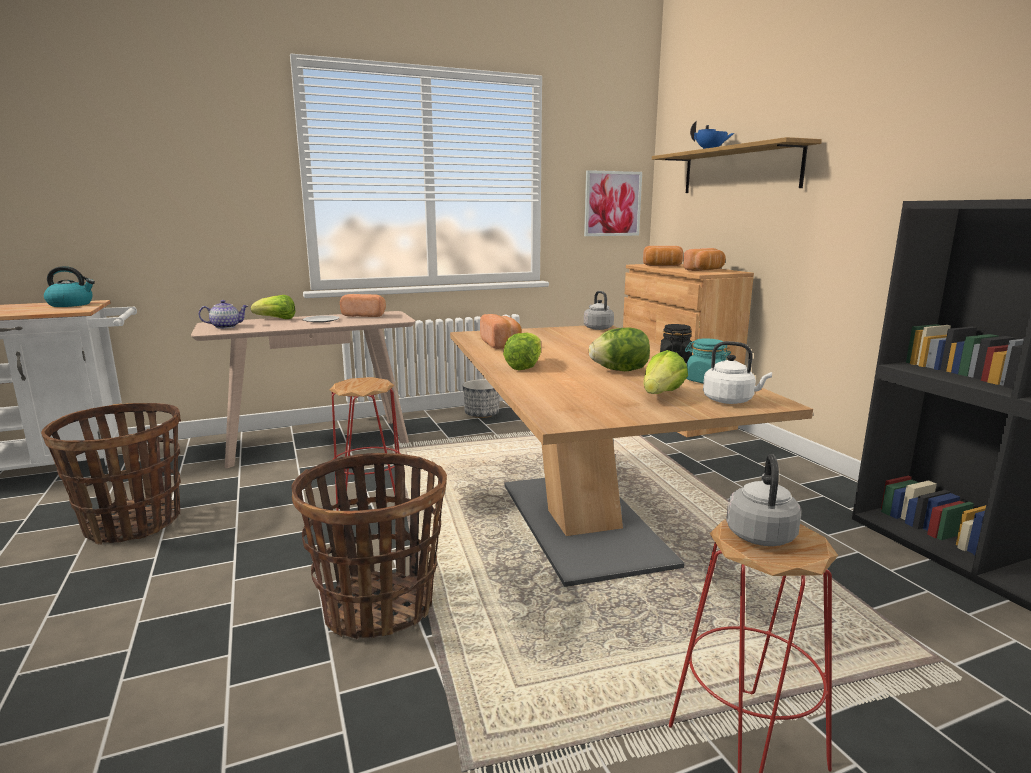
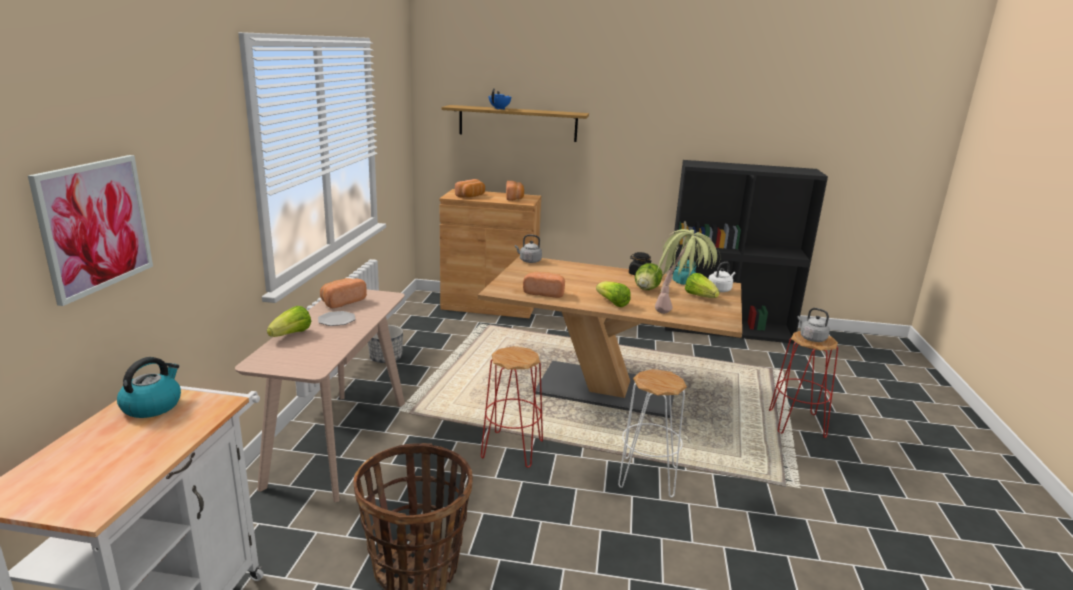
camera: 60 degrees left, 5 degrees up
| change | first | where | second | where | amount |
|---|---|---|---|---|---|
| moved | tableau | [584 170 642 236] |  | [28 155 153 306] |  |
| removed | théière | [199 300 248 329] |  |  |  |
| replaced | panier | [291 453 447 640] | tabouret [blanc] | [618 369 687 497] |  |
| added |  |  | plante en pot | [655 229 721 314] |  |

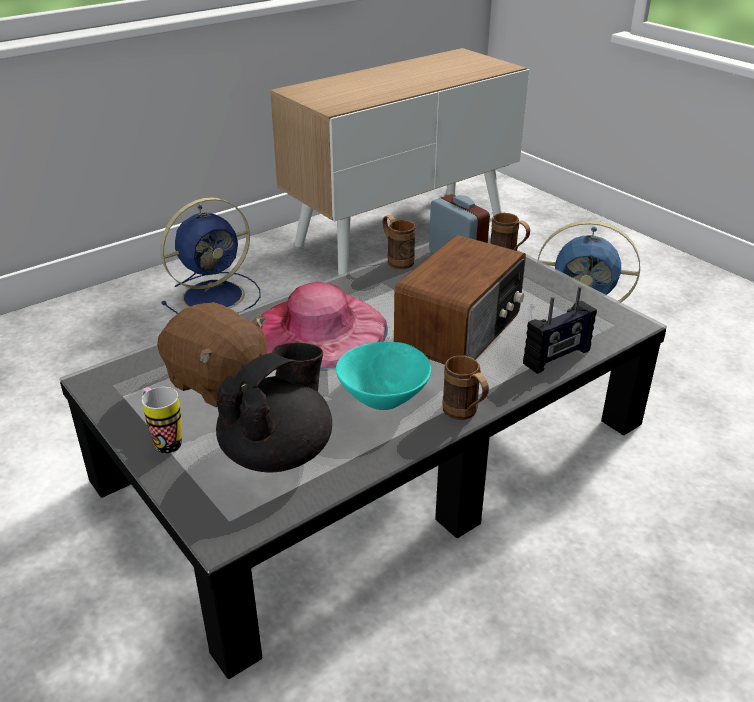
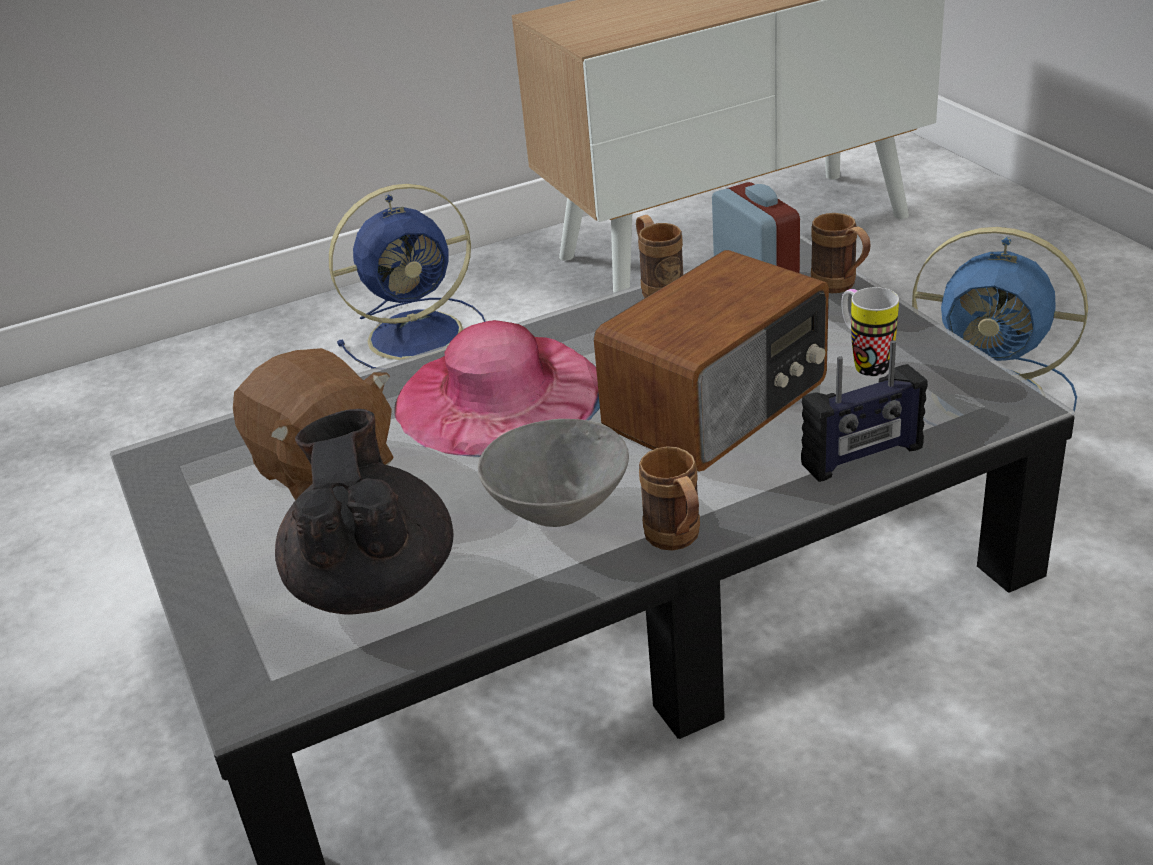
camera: 15 degrees right, 0 degrees up
| change | first | where | second | where | amount |
|---|---|---|---|---|---|
| recoloured | bol [turquoise] | [336 342 431 410] | bol [gris] | [478 419 629 527] |  |
| turned | théière [noir] | [216 343 332 473] |  | [275 409 454 615] | 60 degrees counterclockwise |
| moved | mug | [142 387 182 454] |  | [841 287 899 376] |  |

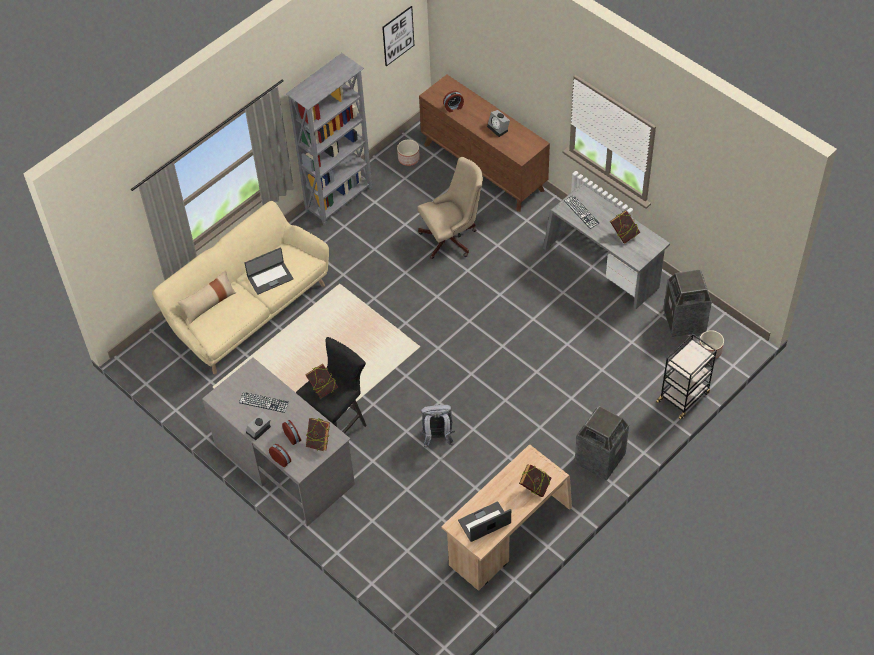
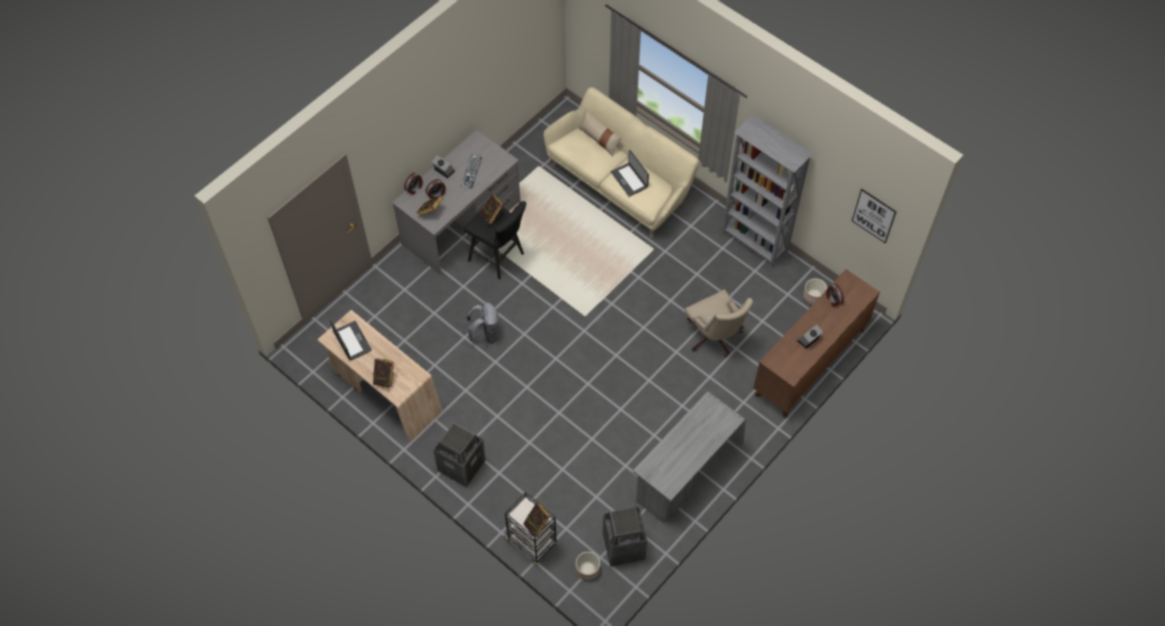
camera: 85 degrees right, 5 degrees up
| change | first | where | second | where | amount |
|---|---|---|---|---|---|
| removed | clavier | [564 195 600 229] |  |  |  |
| moved | livre | [610 210 641 243] |  | [523 503 550 537] |  |

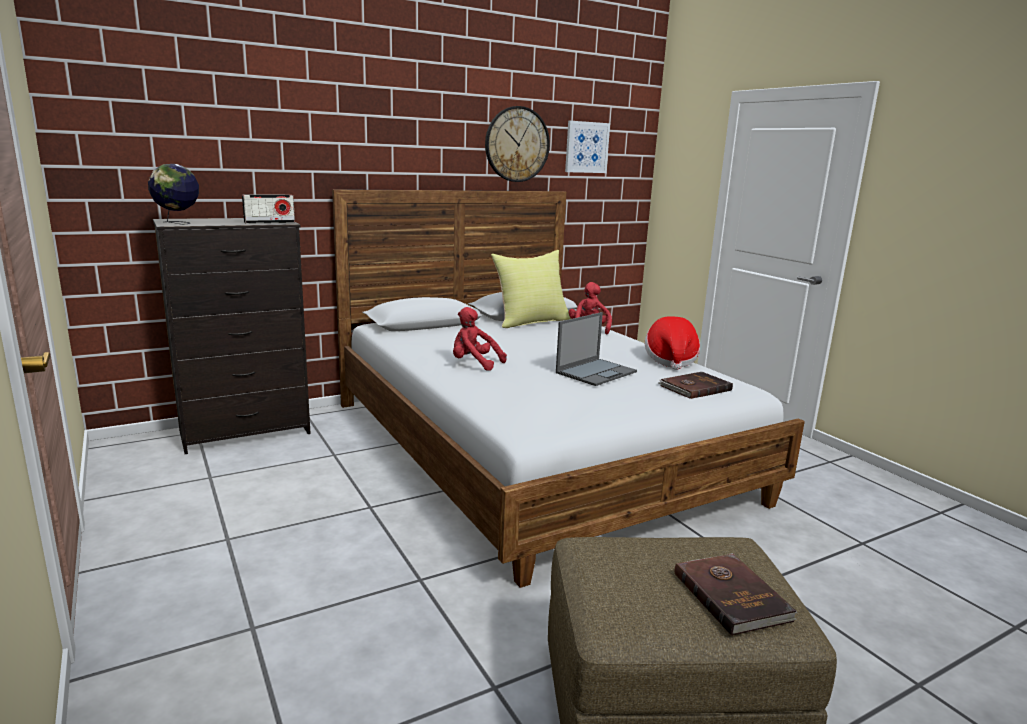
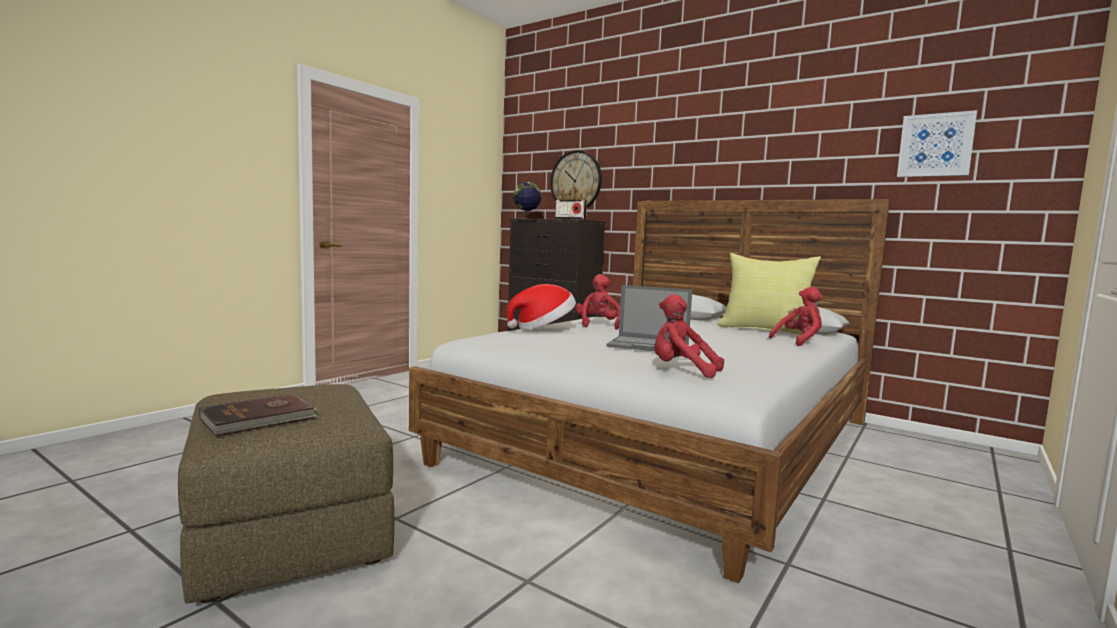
camera: 65 degrees right, 10 degrees down
| change | first | where | second | where | amount |
|---|---|---|---|---|---|
| moved | horloge murale | [485 106 550 182] |  | [550 150 602 208] |  |
| moved | chapeau | [645 316 700 370] |  | [506 284 576 330] |  |
| replaced | livre [marron] | [659 372 733 399] | peluche [rouge] | [654 294 724 378] |  |

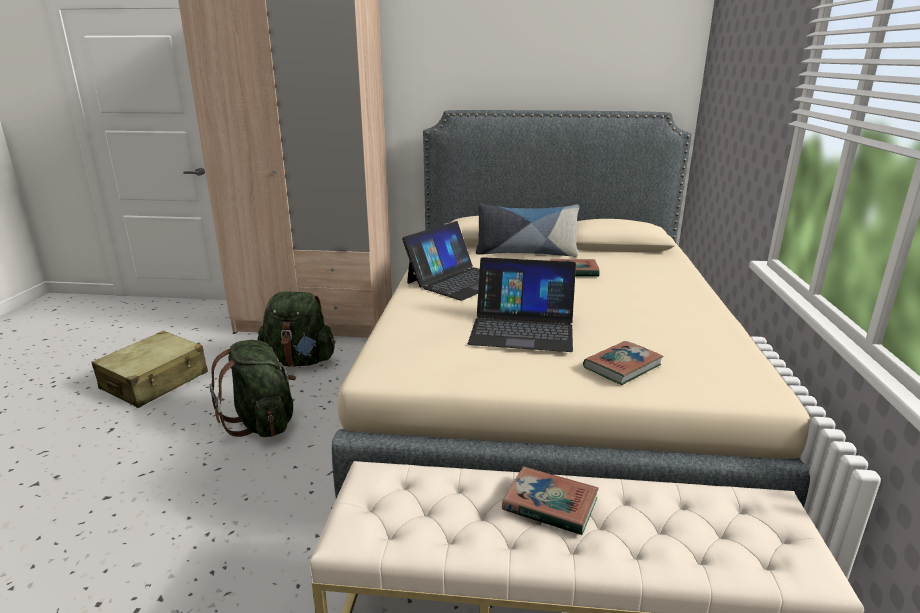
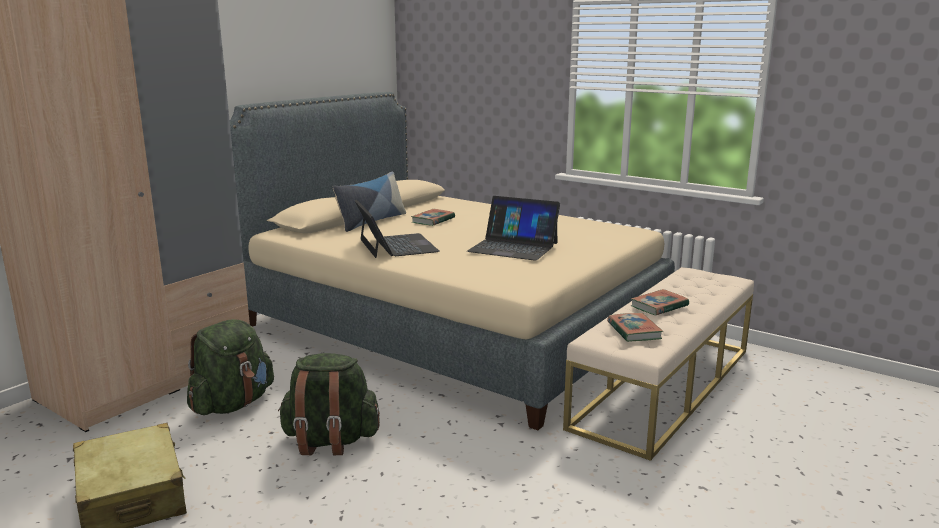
camera: 60 degrees left, 5 degrees down
| change | first | where | second | where | amount |
|---|---|---|---|---|---|
| turned | ordinateur portable | [468 257 576 352] |  | [467 196 560 261] | 75 degrees clockwise |
| moved | livre | [583 341 664 385] |  | [607 313 663 342] |  |

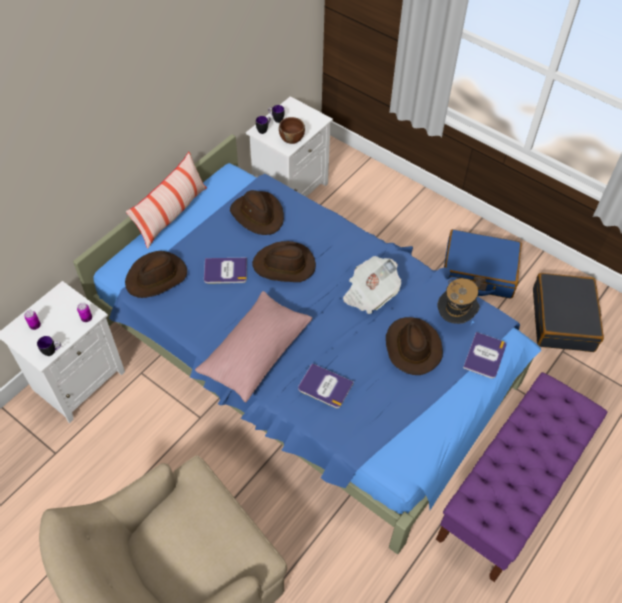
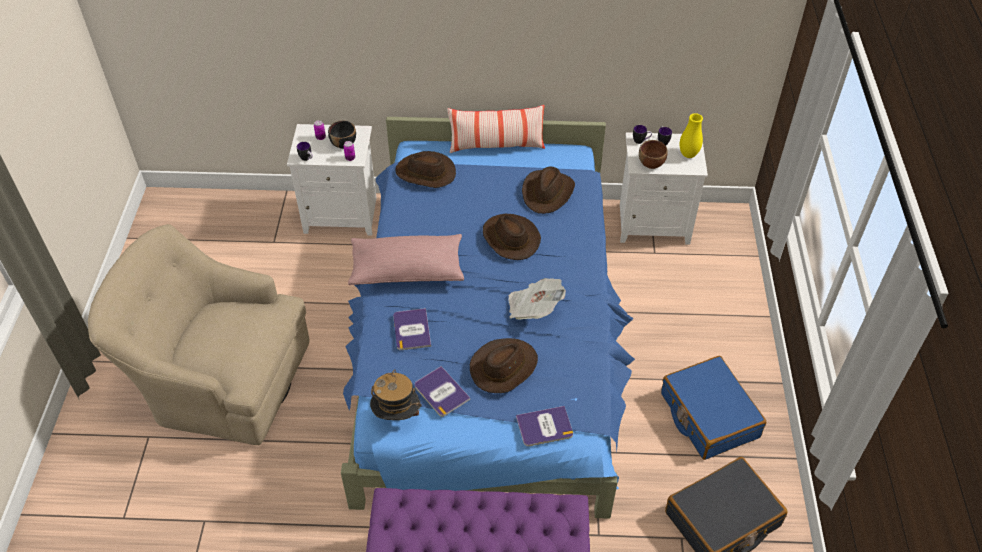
camera: 55 degrees right, 5 degrees down
| change | first | where | second | where | amount |
|---|---|---|---|---|---|
| moved | livre | [204 258 247 284] |  | [415 366 470 417] |  |
| moved | chapeau | [438 278 480 324] |  | [370 369 422 420] |  |
| added |  |  | vase [jaune] | [680 113 703 158] |  |
| added |  |  | bol [noir] | [328 121 356 149] |  |

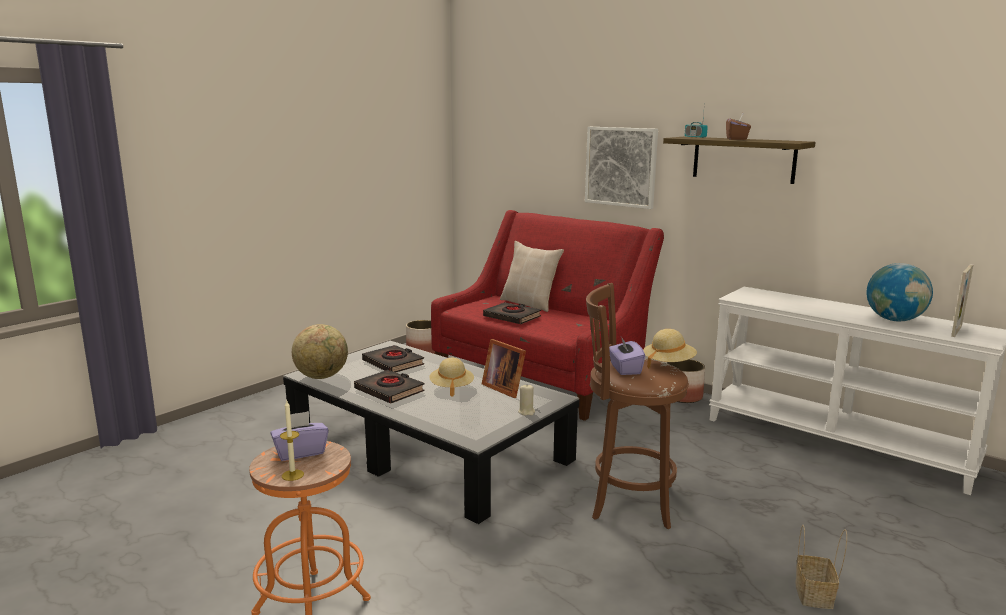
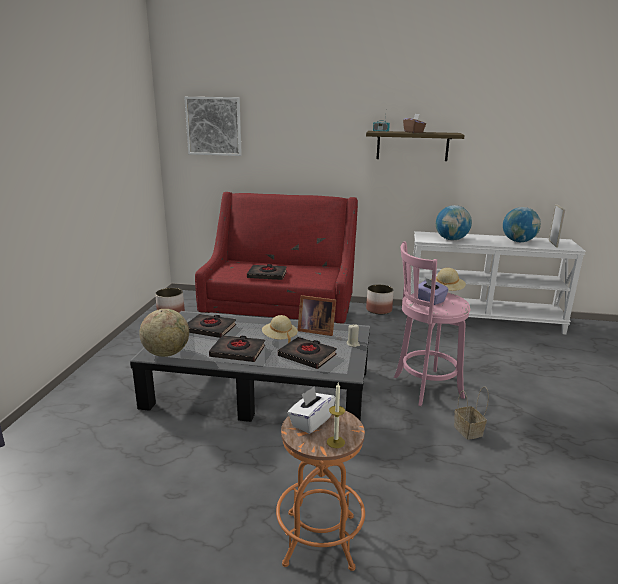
camera: 30 degrees left, 5 degrees up
| change | first | where | second | where | amount |
|---|---|---|---|---|---|
| moved | tableau | [585 127 658 209] |  | [184 97 242 156] |  |
| removed | coussin [beige] | [500 241 564 312] |  |  |  |
| recoloured | tabouret [marron] | [586 283 689 529] | tabouret [rose] | [394 241 470 406] |  |
| recoloured | boîte à mouchoirs [violet] | [270 411 329 461] | boîte à mouchoirs [blanc] | [288 386 335 434] |  |
| moved | panier | [795 525 847 609] |  | [454 386 489 440] |  |
| added |  |  | globe | [436 205 472 240] |  |
| added |  |  | livre [noir] | [278 337 337 369] |  |

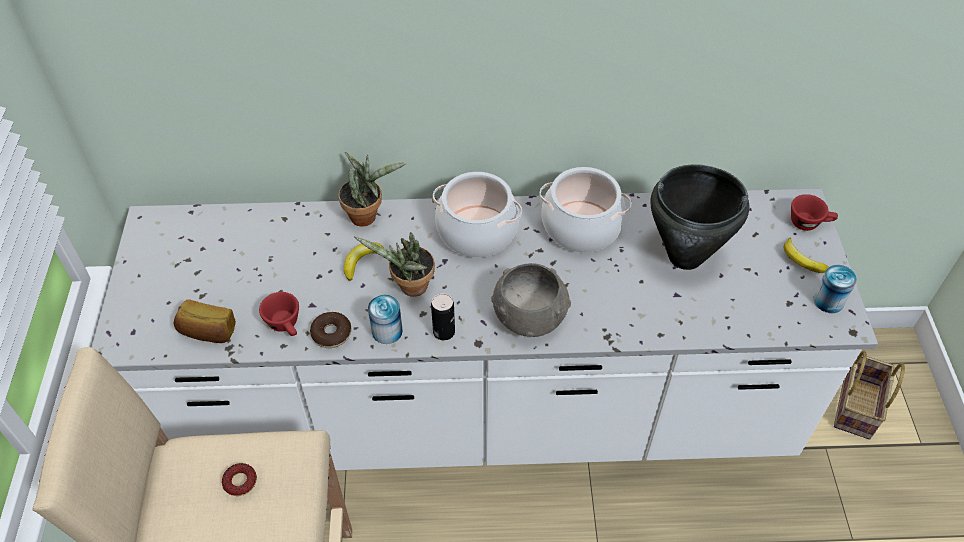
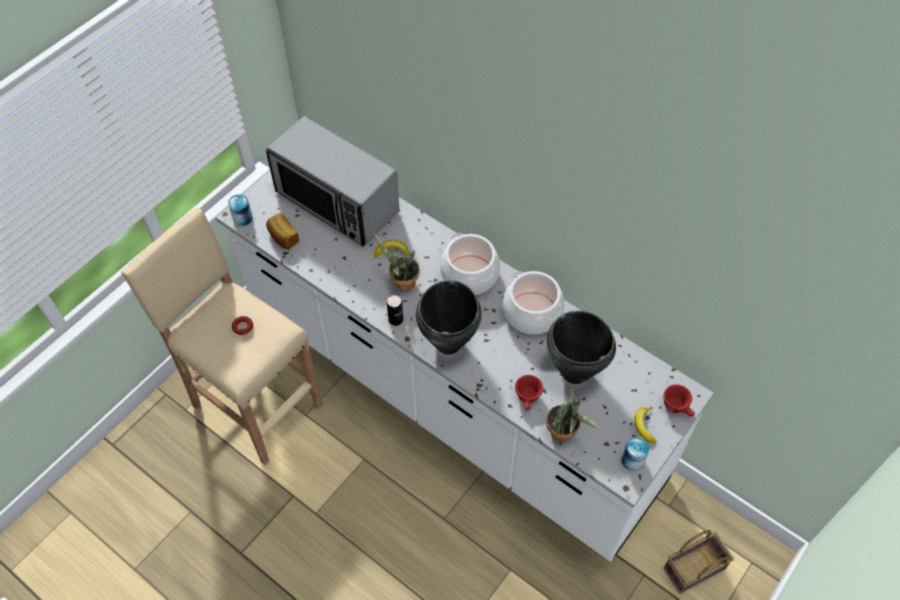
camera: 40 degrees right, 5 degrees up
| change | first | where | second | where | amount |
|---|---|---|---|---|---|
| moved | plante en pot | [339 152 406 226] |  | [546 386 600 441] |  |
| replaced | bol [gris] | [491 263 571 337] | marmite [noir] | [416 280 482 355] |  |
| moved | tasse [rouge] | [259 292 299 336] |  | [515 375 543 411] |  |
| moved | boîte métallique | [368 295 403 344] |  | [228 194 253 226] |  |
| removed | beignet | [310 312 351 348] |  |  |  |
| added |  |  | micro-ondes | [266 116 400 247] |  |

